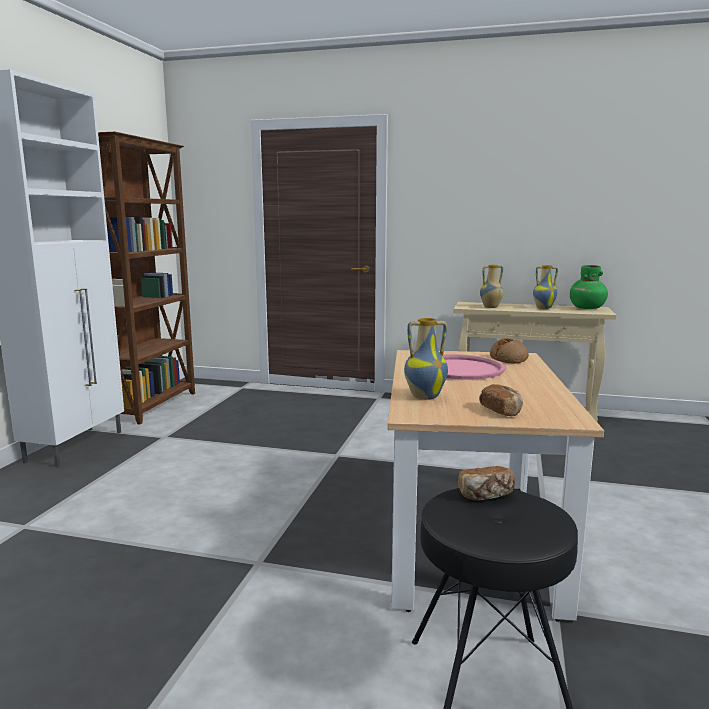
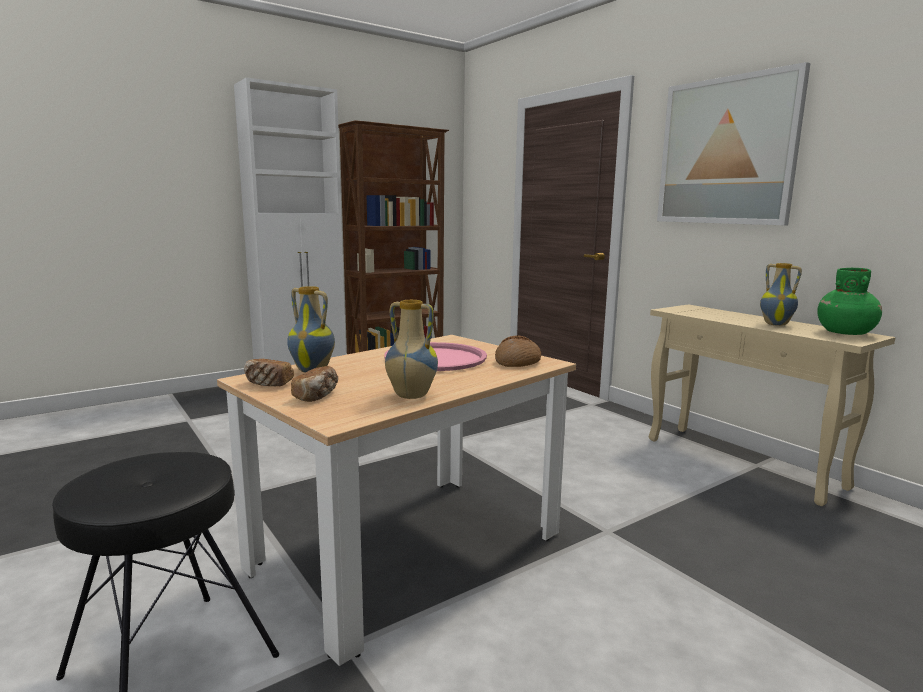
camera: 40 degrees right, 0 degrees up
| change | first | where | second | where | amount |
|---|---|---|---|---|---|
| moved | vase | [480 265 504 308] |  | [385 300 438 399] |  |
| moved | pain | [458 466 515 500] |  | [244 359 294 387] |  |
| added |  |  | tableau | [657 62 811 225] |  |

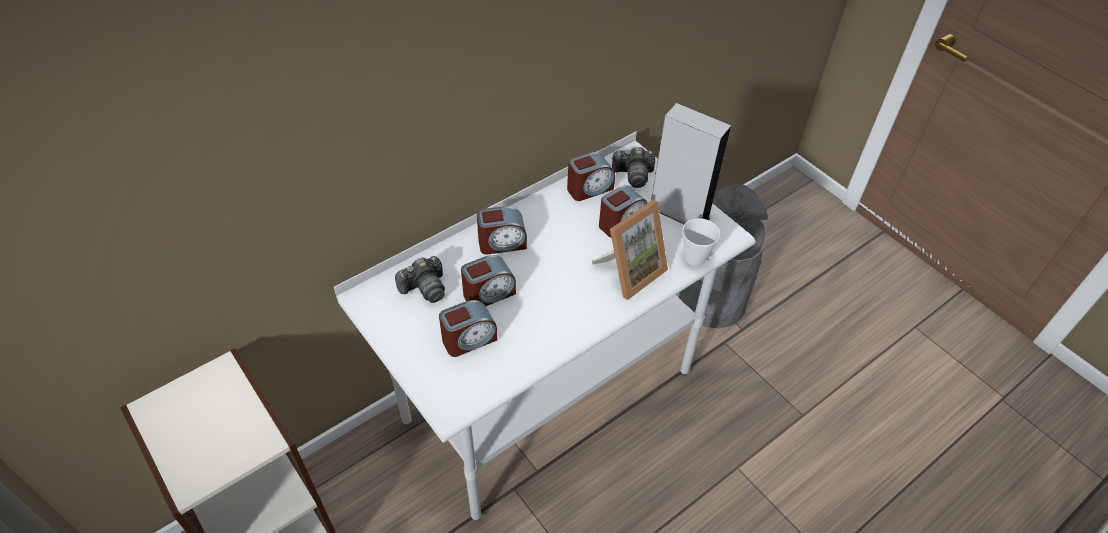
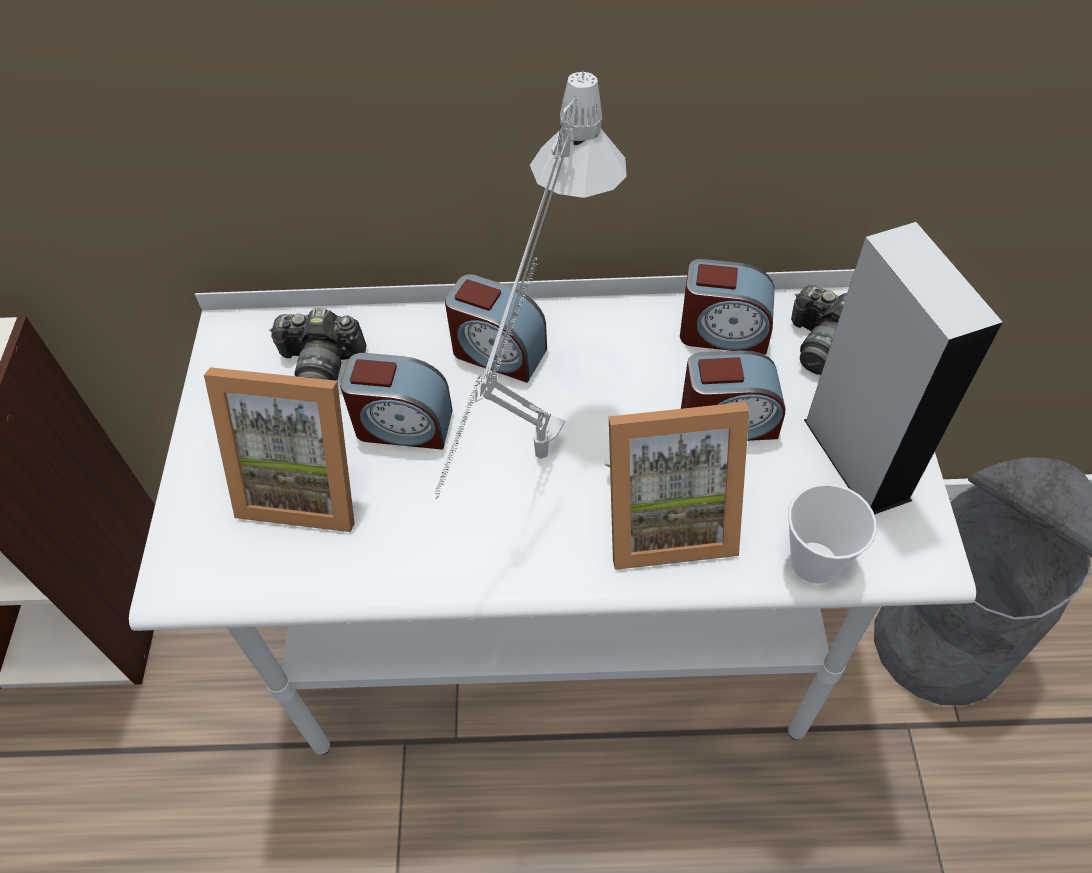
camera: 40 degrees right, 5 degrees up
| change | first | where | second | where | amount |
|---|---|---|---|---|---|
| replaced | réveil | [439 300 497 357] | cadre photo | [204 367 355 532] |  |
| added |  |  | lampe de table [gris] | [434 70 627 500] |  |

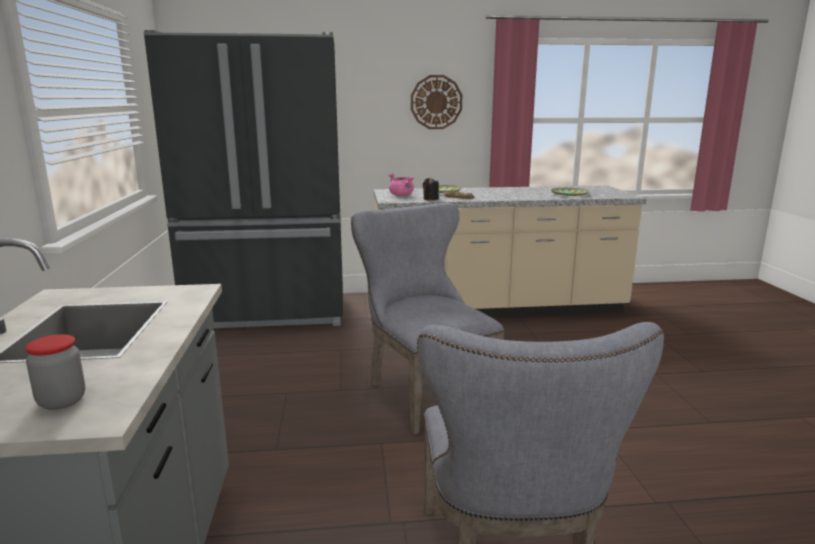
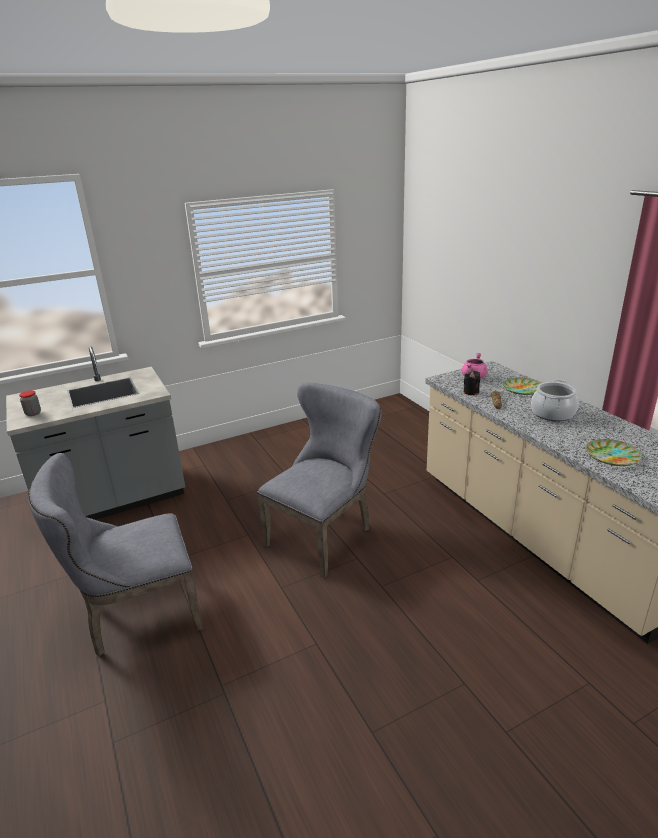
camera: 70 degrees right, 10 degrees up
| change | first | where | second | where | amount |
|---|---|---|---|---|---|
| removed | réfrigérateur [noir] | [144 30 343 328] |  |  |  |
| removed | horloge murale | [411 75 462 129] |  |  |  |
| added |  |  | marmite | [531 379 578 421] |  |

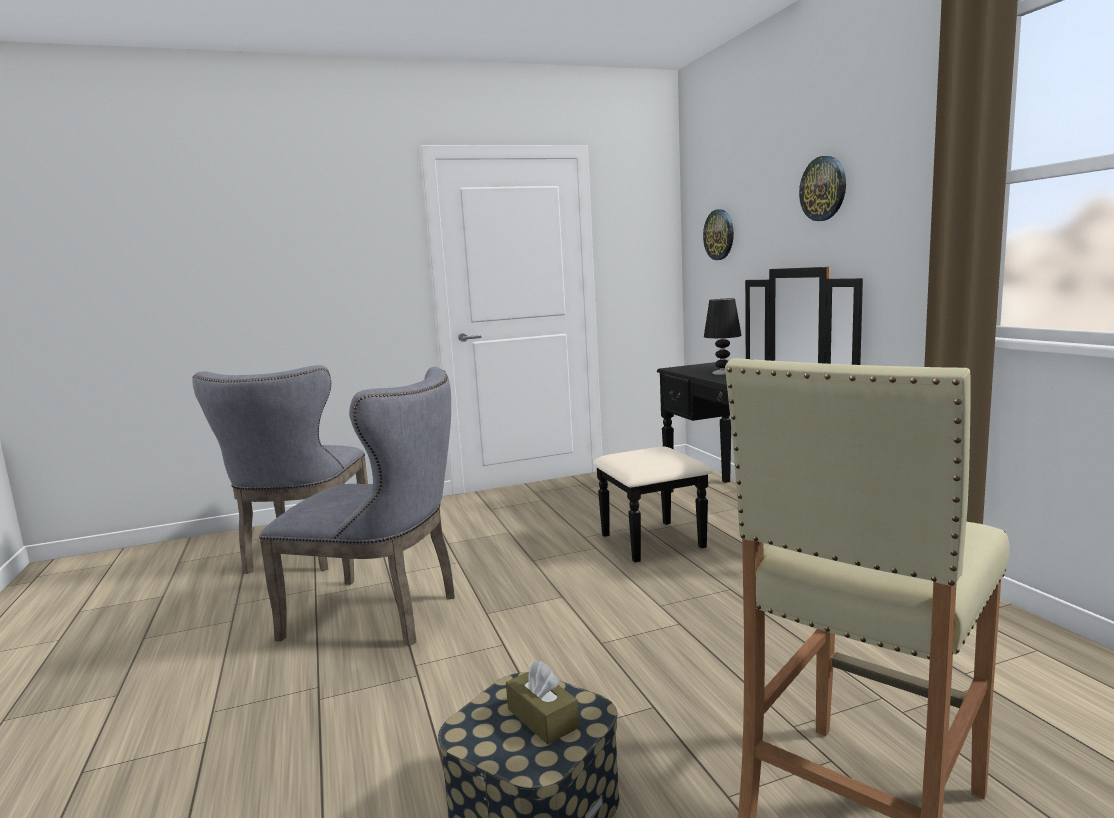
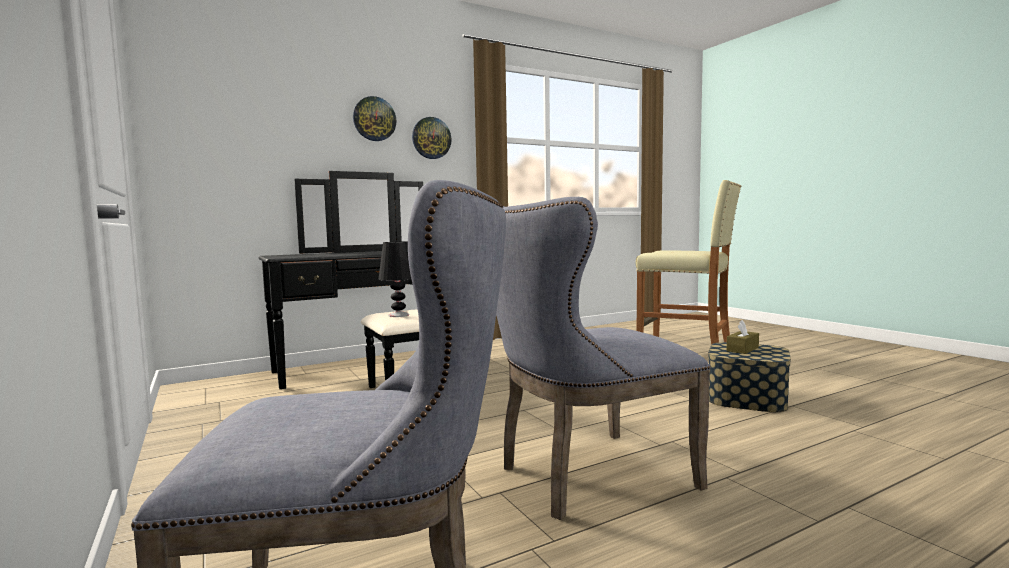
camera: 100 degrees left, 5 degrees down
| change | first | where | second | where | amount |
|---|---|---|---|---|---|
| moved | horloge murale | [703 209 734 260] |  | [412 117 452 159] |  |
| moved | lampe de table [noir] | [704 299 742 375] |  | [379 242 411 317] |  |
| turned | chaise [gris] | [259 367 455 646] |  | [496 197 711 520] | 120 degrees counterclockwise |

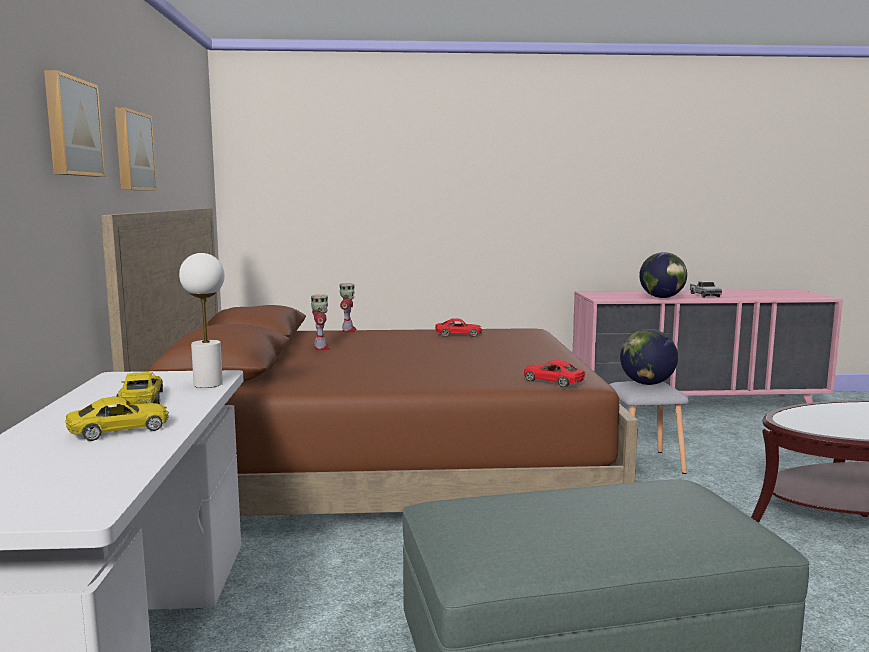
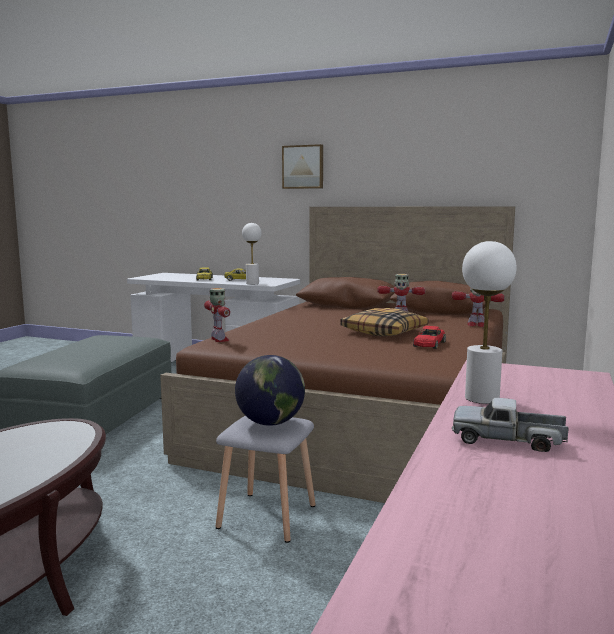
camera: 115 degrees right, 0 degrees up
| change | first | where | second | where | amount |
|---|---|---|---|---|---|
| removed | tableau | [115 107 157 190] |  |  |  |
| replaced | globe | [639 252 687 298] | lampe de table [blanc] | [462 241 517 404] |  |
| replaced | petite voiture [rouge] | [524 360 585 387] | robot jouet | [204 288 230 342] |  |
| added |  |  | coussin | [340 308 428 336] |  |

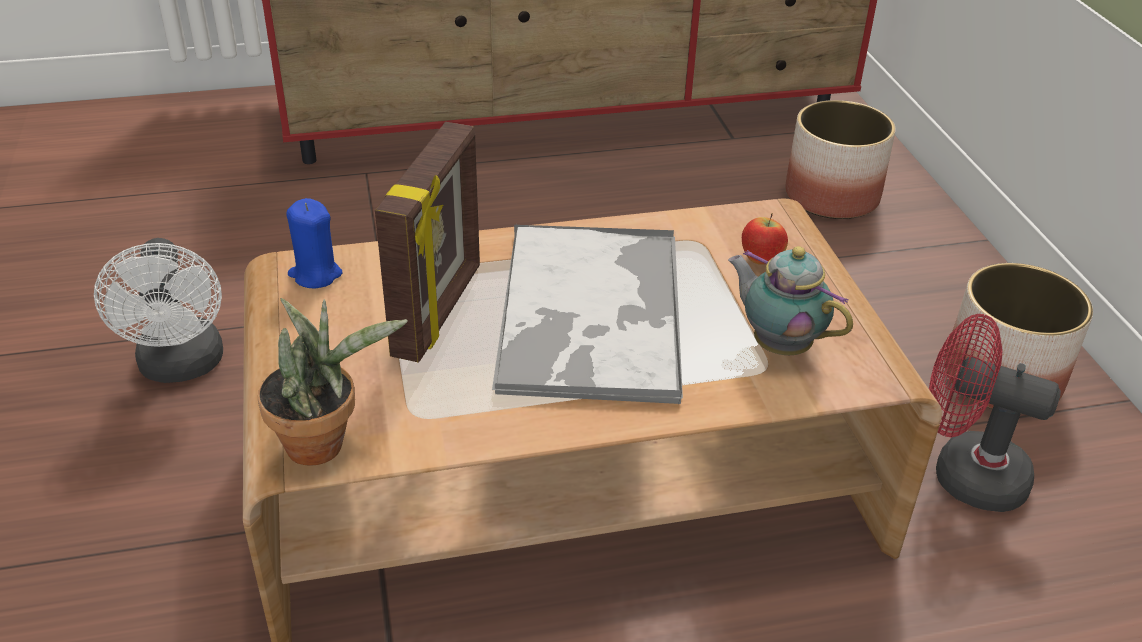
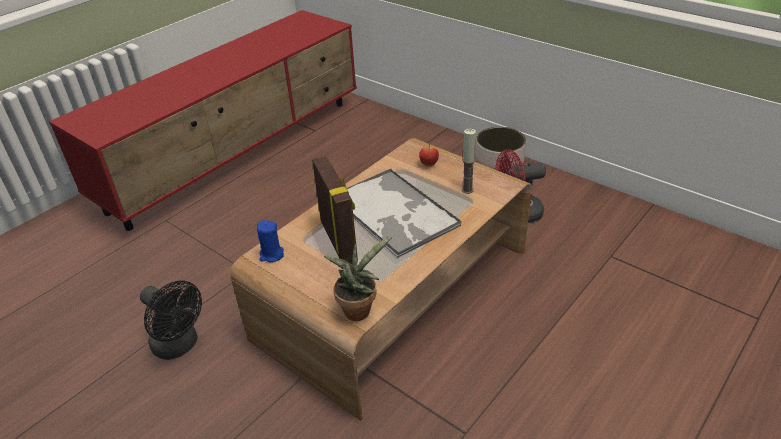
camera: 35 degrees left, 0 degrees up
| change | first | where | second | where | amount |
|---|---|---|---|---|---|
| removed | cache-pot | [785 100 896 219] |  |  |  |
| recoloured | ventilateur [blanc] | [94 238 223 383] | ventilateur [noir] | [140 281 202 360] |  |
| replaced | théière | [728 246 853 355] | bougie | [462 129 476 194] |  |

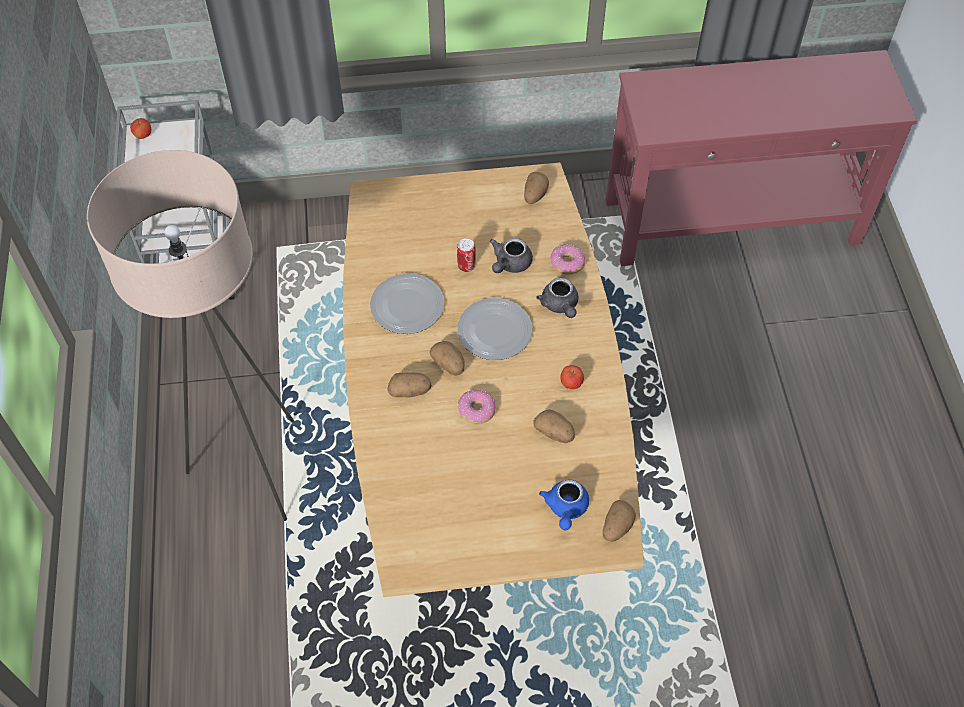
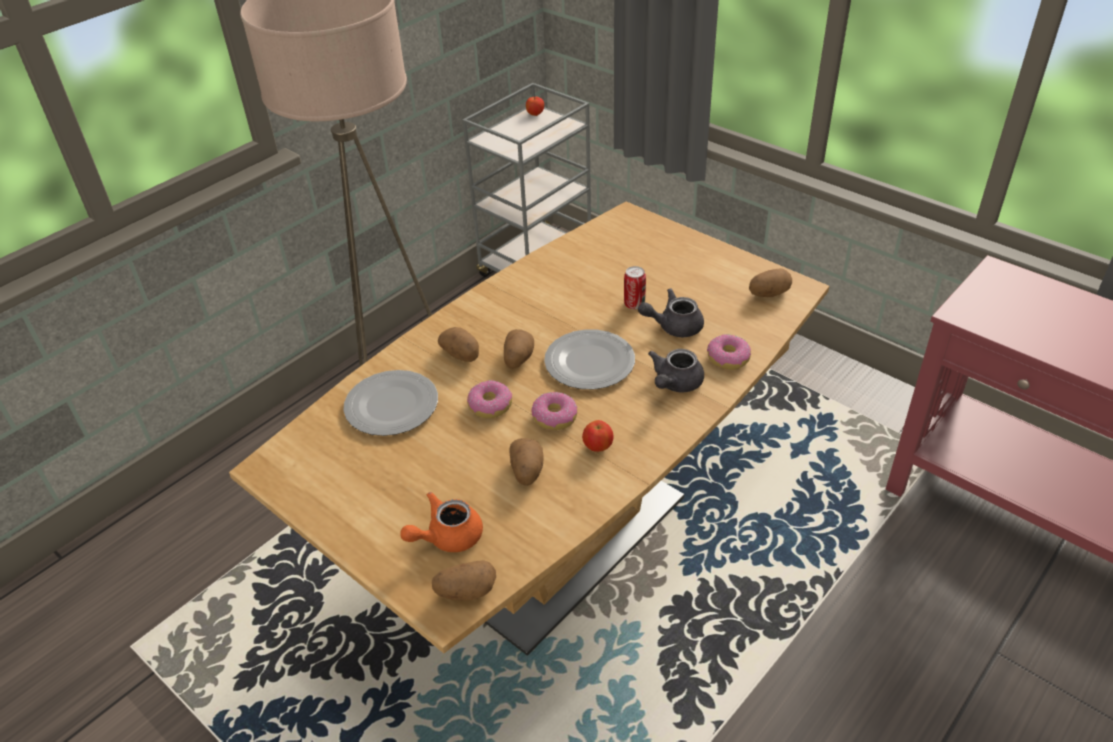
camera: 50 degrees right, 15 degrees down
| change | first | where | second | where | amount |
|---|---|---|---|---|---|
| moved | assiette | [370 273 444 334] |  | [343 370 438 436] |  |
| recoloured | théière [bleu] | [539 479 589 530] | théière [orange] | [400 492 483 552] |  |
| added |  |  | beignet | [531 392 578 430] |  |

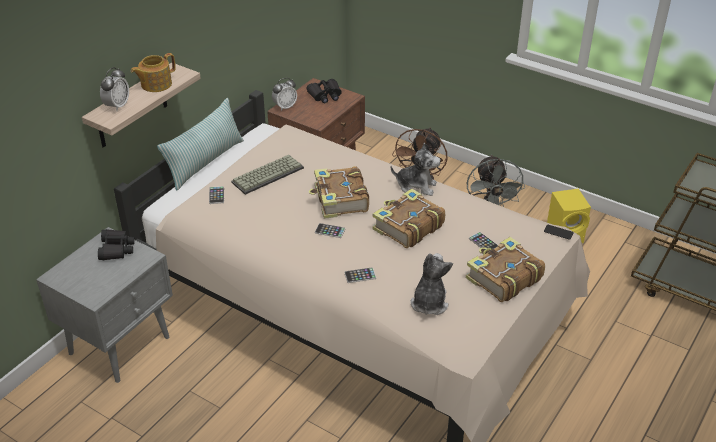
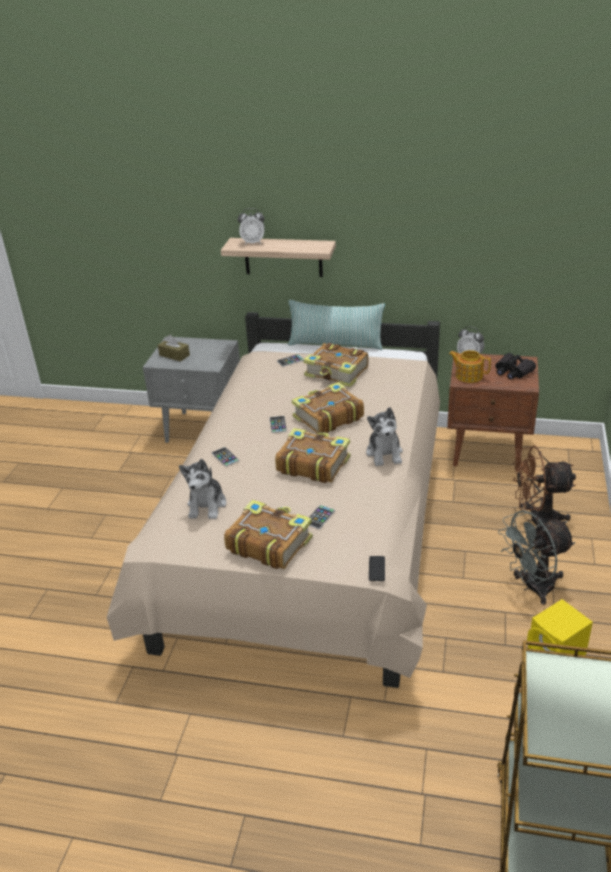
camera: 70 degrees right, 5 degrees down
| change | first | where | second | where | amount |
|---|---|---|---|---|---|
| moved | théière | [131 53 176 92] |  | [449 350 491 383] |  |
| replaced | clavier | [231 155 304 195] | livre | [303 343 368 387] |  |
| removed | jumelles [noir] | [98 229 135 260] |  |  |  |
| turned | peluche | [411 253 453 315] |  | [179 459 226 519] | 105 degrees clockwise |
| added |  |  | boîte à mouchoirs [marron] | [158 335 190 362] |  |

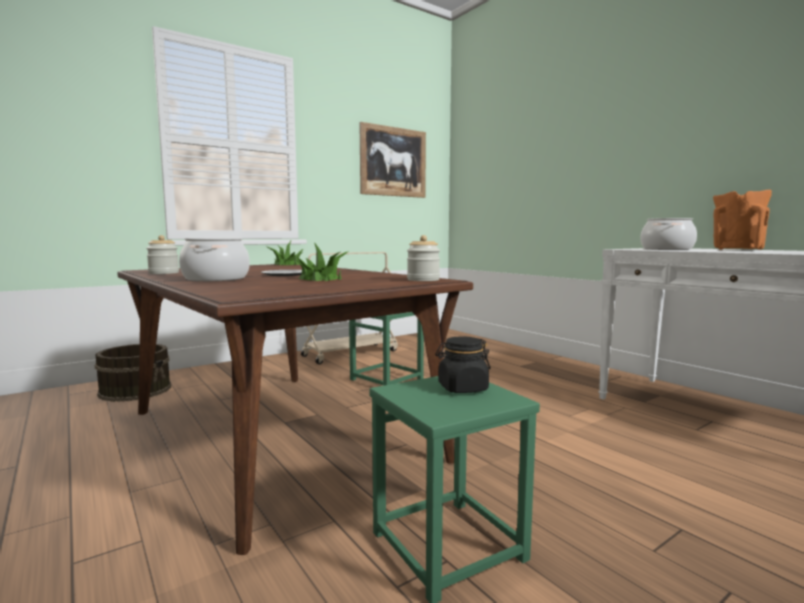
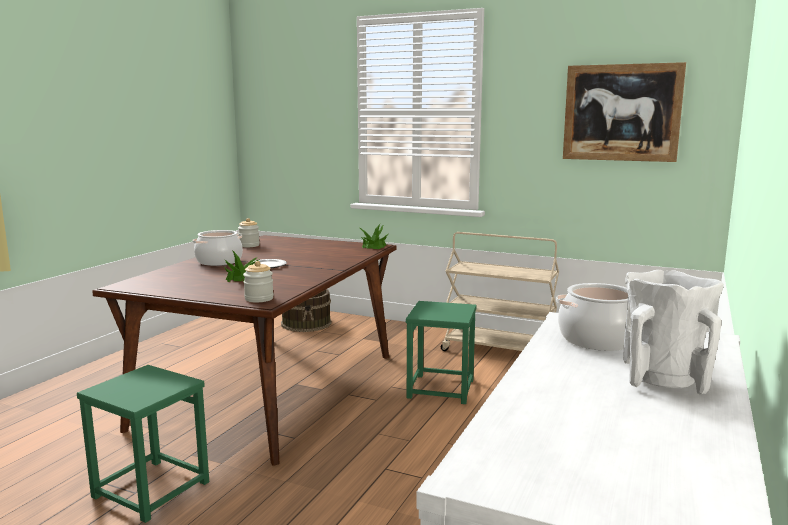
camera: 60 degrees right, 5 degrees up
| change | first | where | second | where | amount |
|---|---|---|---|---|---|
| recoloured | vase [orange] | [713 190 772 250] | vase [blanc] | [623 270 724 395] |  |
| removed | bocal [noir] | [435 337 491 393] |  |  |  |

